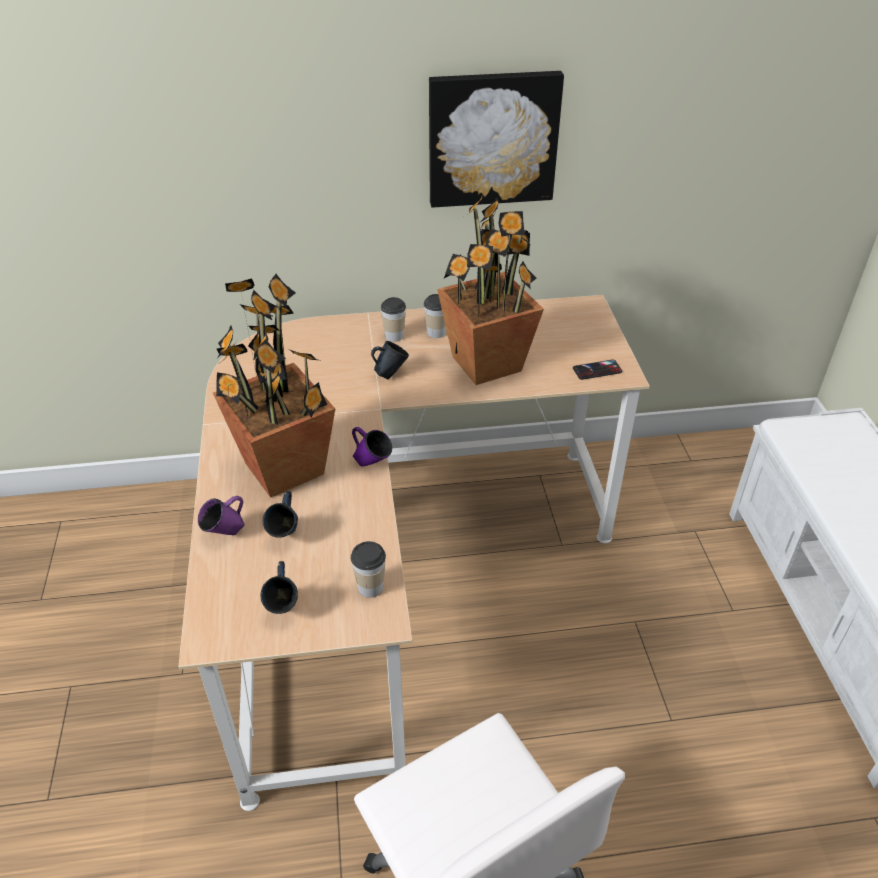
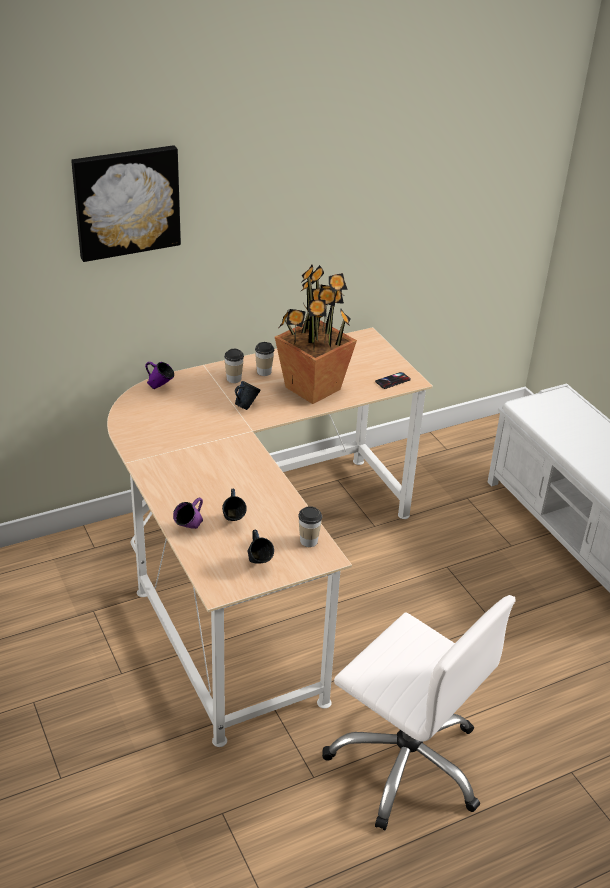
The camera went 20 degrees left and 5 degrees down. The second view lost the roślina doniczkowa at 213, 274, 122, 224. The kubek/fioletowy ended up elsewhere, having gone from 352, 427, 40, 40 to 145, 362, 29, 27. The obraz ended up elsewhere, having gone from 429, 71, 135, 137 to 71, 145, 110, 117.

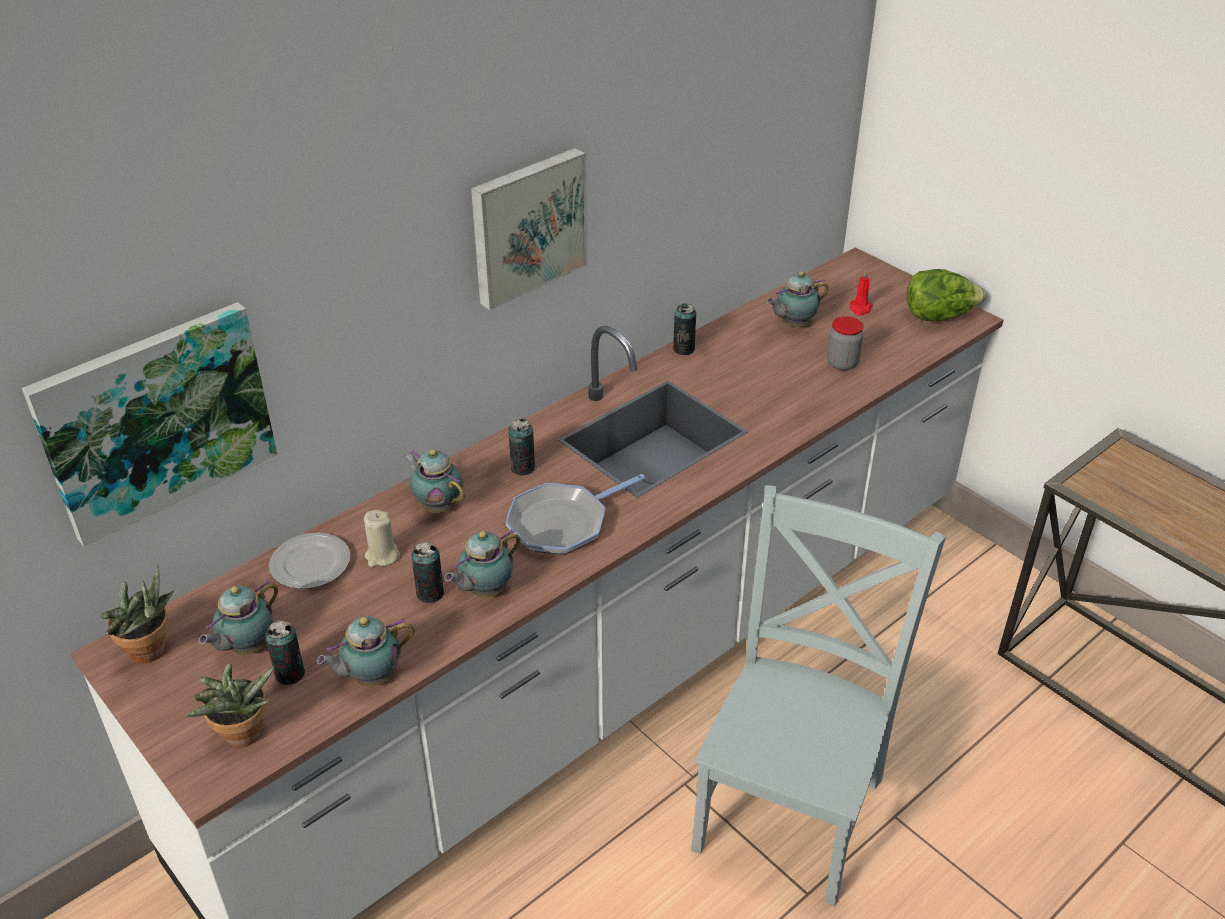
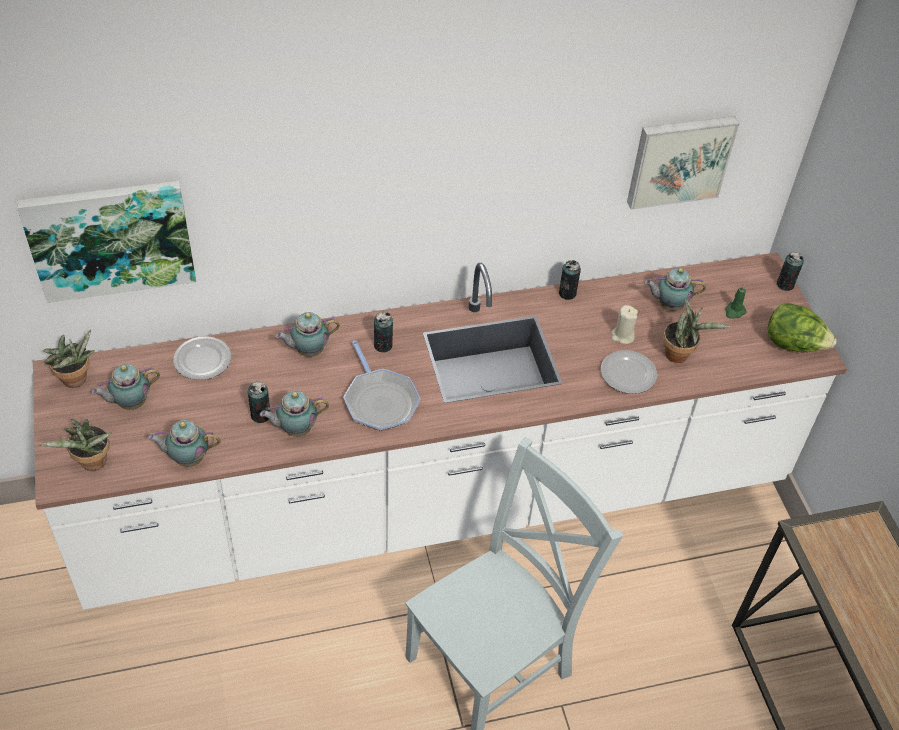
The camera went 25 degrees right and 10 degrees up. The puszka ended up elsewhere, having gone from 265, 620, 40, 65 to 777, 252, 27, 39. The świeca/beżowy ended up elsewhere, having gone from 364, 510, 36, 57 to 611, 305, 27, 39. The imbryk at 404, 449, 61, 64 ended up facing another way, 90 degrees counterclockwise from before. The obraz ended up elsewhere, having gone from 471, 148, 116, 162 to 627, 116, 113, 94. The patelnia at 506, 474, 139, 81 ended up facing another way, 105 degrees counterclockwise from before. Where the słoik stood at 827, 316, 37, 54, the roślina doniczkowa came to stand at 663, 298, 67, 65. What was the świeca/czerwony at 850, 270, 23, 46 turned into the świeca/zielony at 725, 285, 21, 34. The second view gained the talerz at 601, 350, 56, 44.

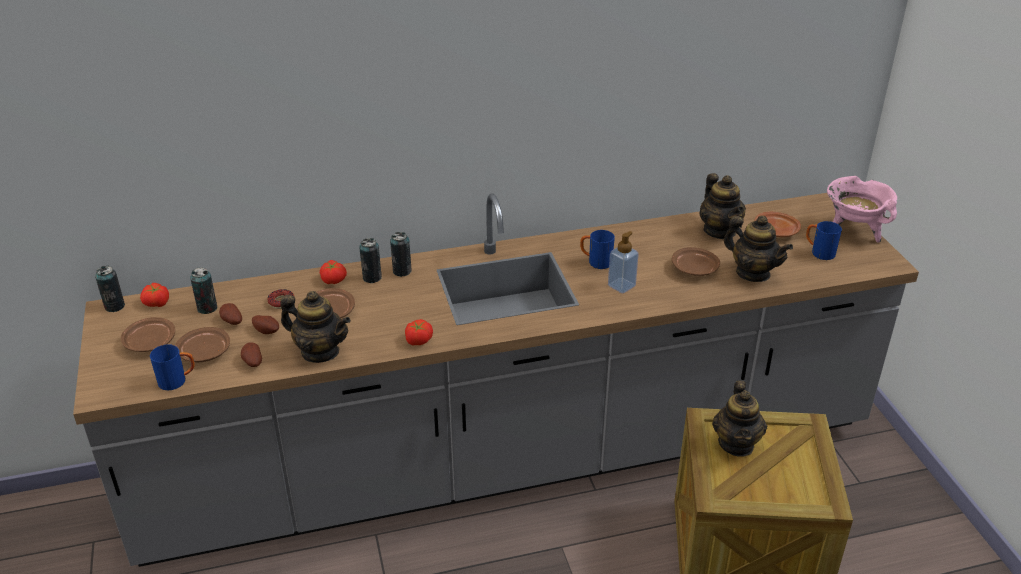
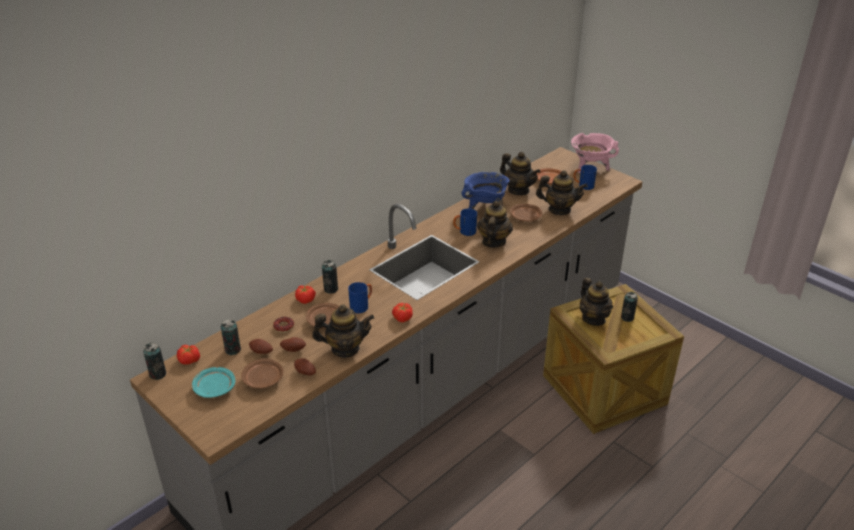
The camera went 30 degrees left and 0 degrees up. What was the talerz/brązowy at 121, 317, 54, 35 turned into the talerz/turkusowy at 192, 367, 43, 31. The kubek/niebieski ended up elsewhere, having gone from 150, 344, 45, 46 to 348, 282, 24, 31. The puszka ended up elsewhere, having gone from 390, 232, 22, 45 to 621, 292, 17, 30. Where the dozownik mydła stood at 608, 231, 31, 63, the imbryk came to stand at 477, 200, 36, 48. The second view gained the garnek/niebieski at 462, 172, 48, 37.

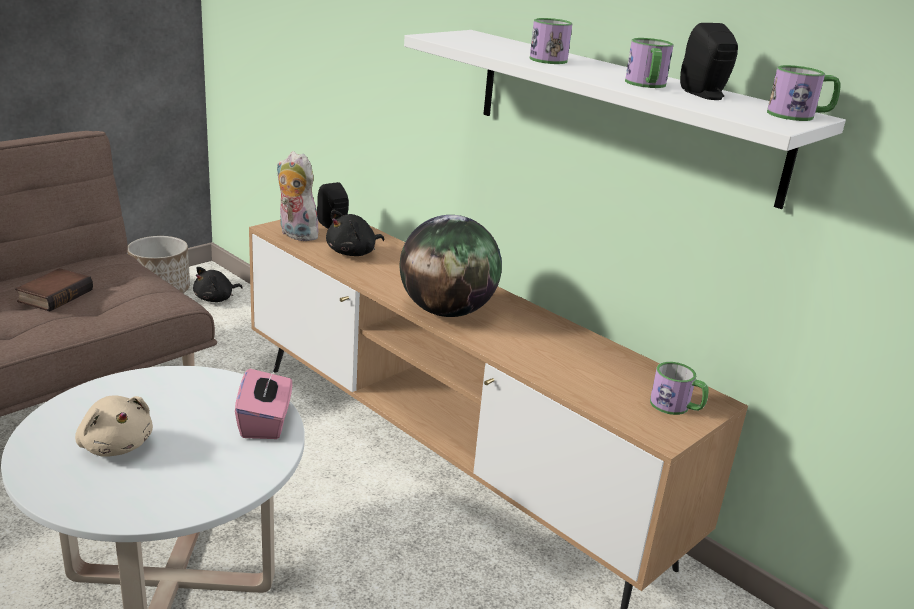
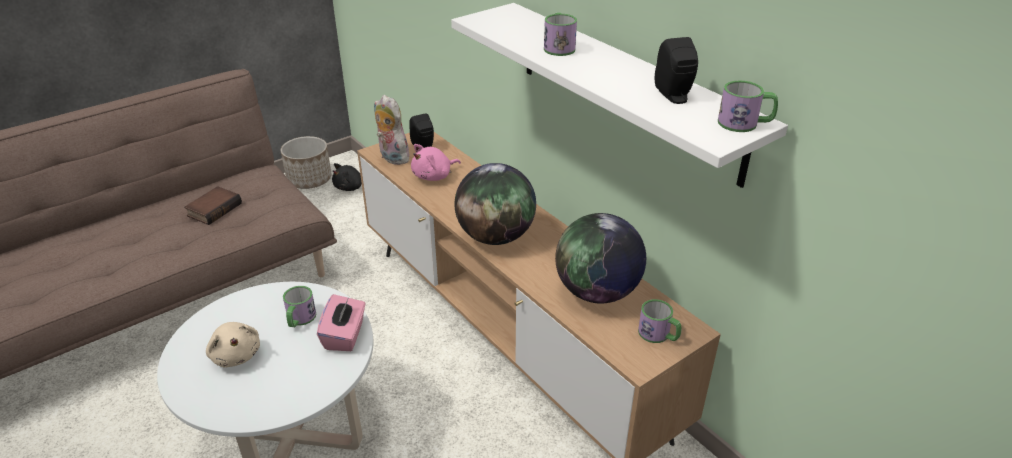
The camera went 10 degrees right and 10 degrees up. What was the pluszak/czarny at 326, 210, 59, 46 turned into the pluszak/różowy at 411, 144, 50, 37. The kubek ended up elsewhere, having gone from 625, 38, 48, 50 to 283, 286, 33, 41. The second view gained the globus at 555, 213, 91, 91.

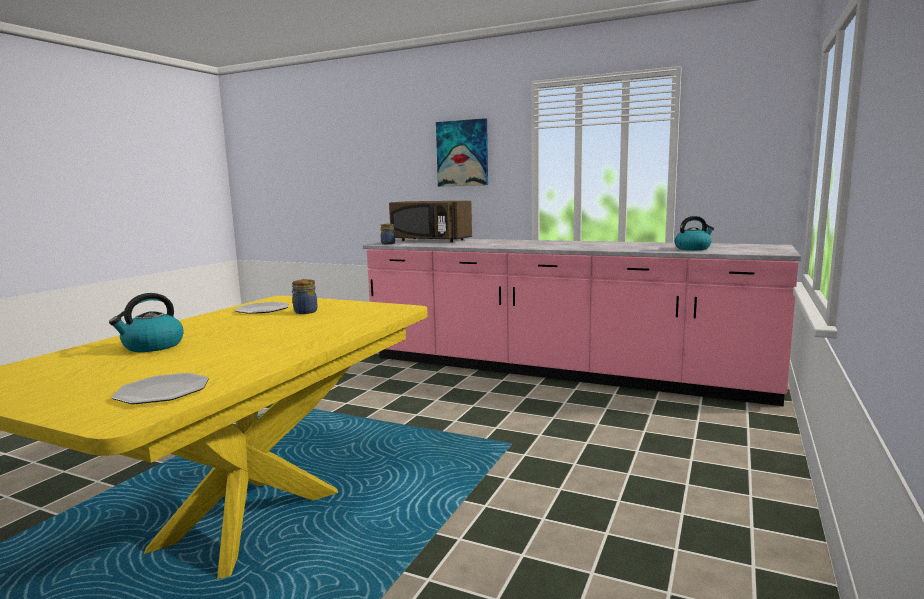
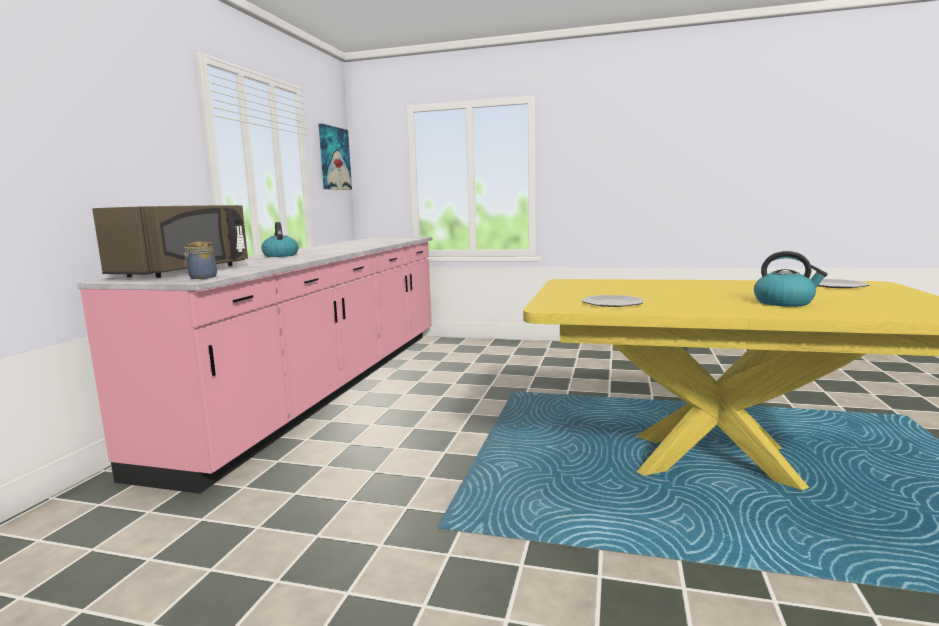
The camera went 100 degrees left and 0 degrees up. The second view lost the słoik at 291, 279, 27, 35. The obraz ended up elsewhere, having gone from 436, 118, 52, 69 to 319, 124, 33, 66. The czajnik ended up elsewhere, having gone from 675, 216, 39, 34 to 261, 222, 37, 35.

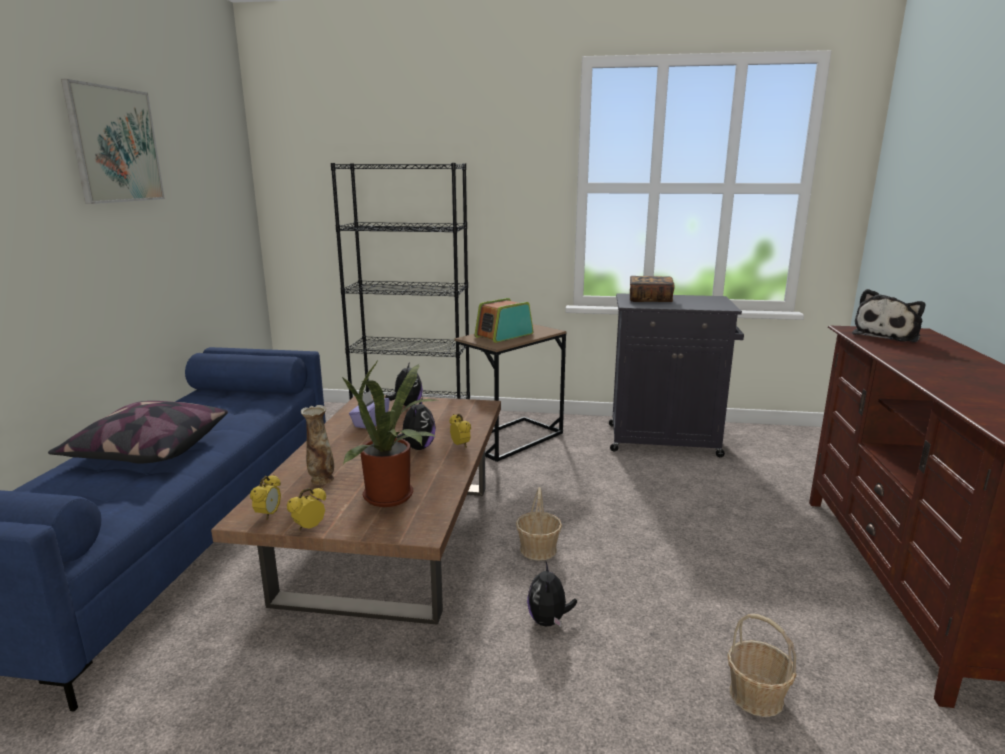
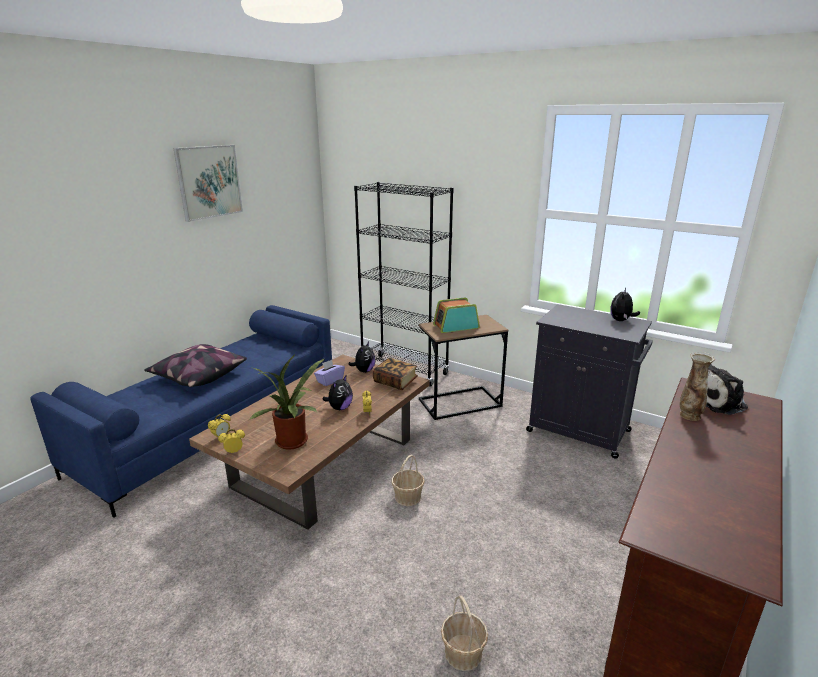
The camera went 25 degrees right and 5 degrees up. The wazon ended up elsewhere, having gone from 301, 405, 33, 80 to 679, 352, 36, 69. The pluszak ended up elsewhere, having gone from 527, 560, 50, 67 to 610, 288, 30, 33. The książka ended up elsewhere, having gone from 630, 276, 44, 26 to 373, 358, 45, 32.

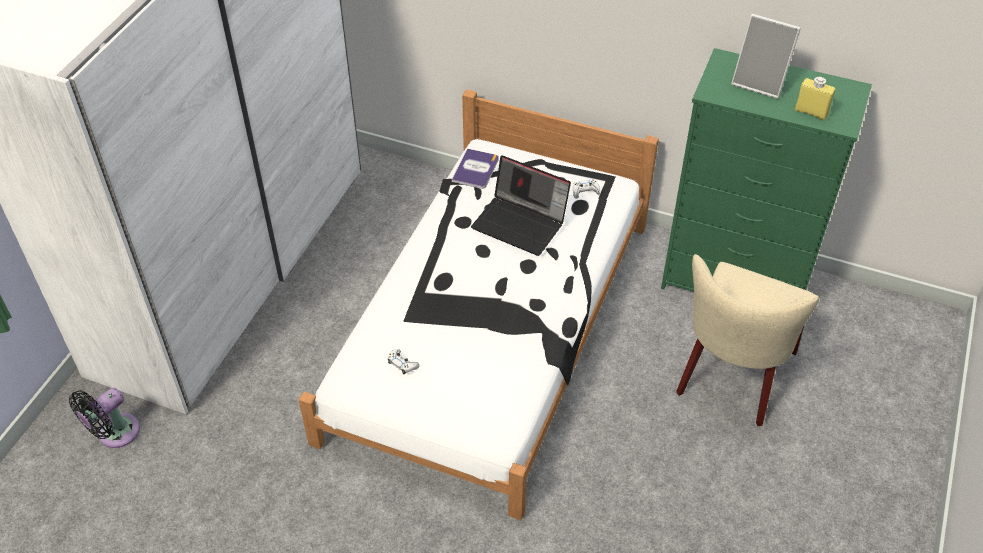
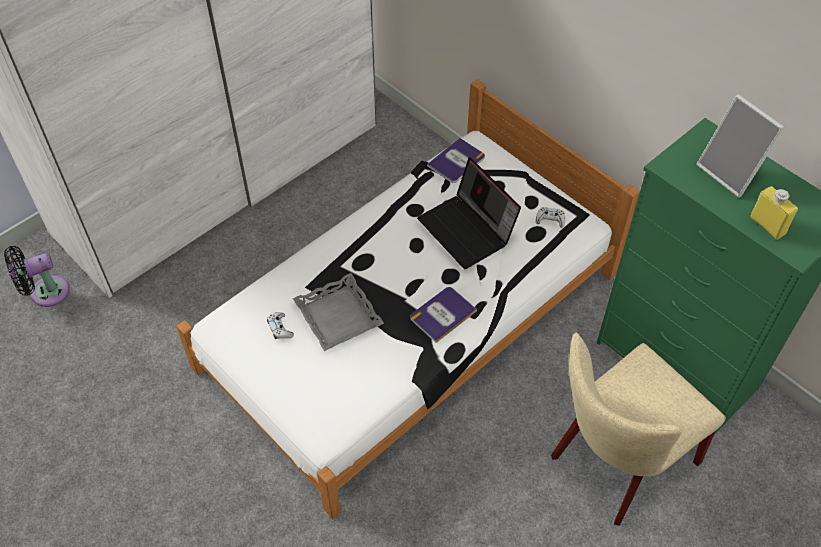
The camera went 25 degrees right and 5 degrees up. The second view gained the taca/szary at 293, 273, 91, 78. The second view gained the książka at 410, 287, 67, 56.

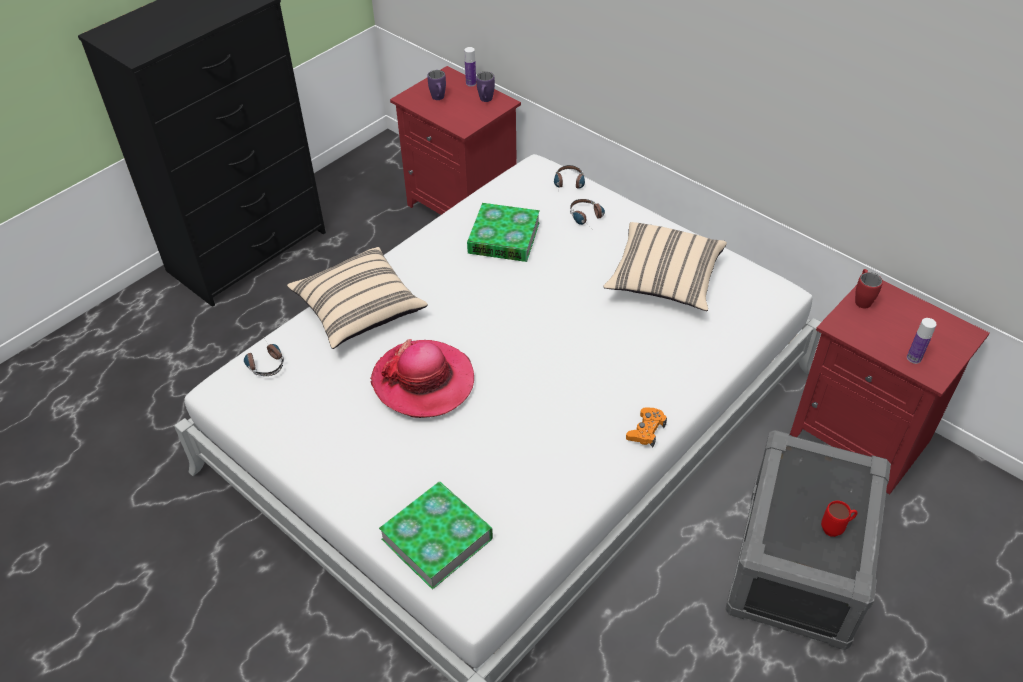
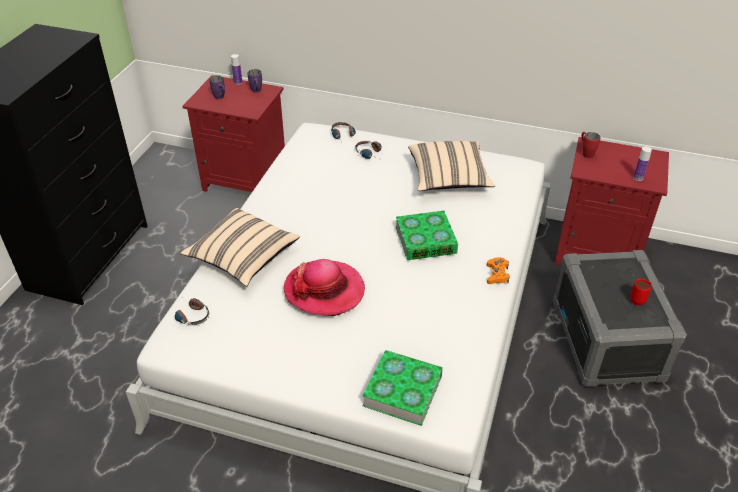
The camera went 25 degrees left and 5 degrees down. The książka ended up elsewhere, having gone from 467, 203, 73, 59 to 396, 211, 62, 49.

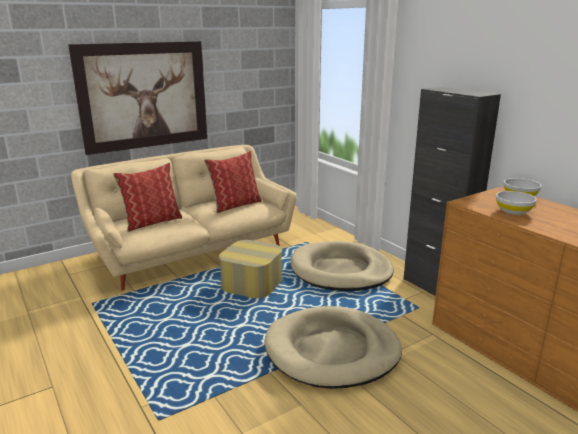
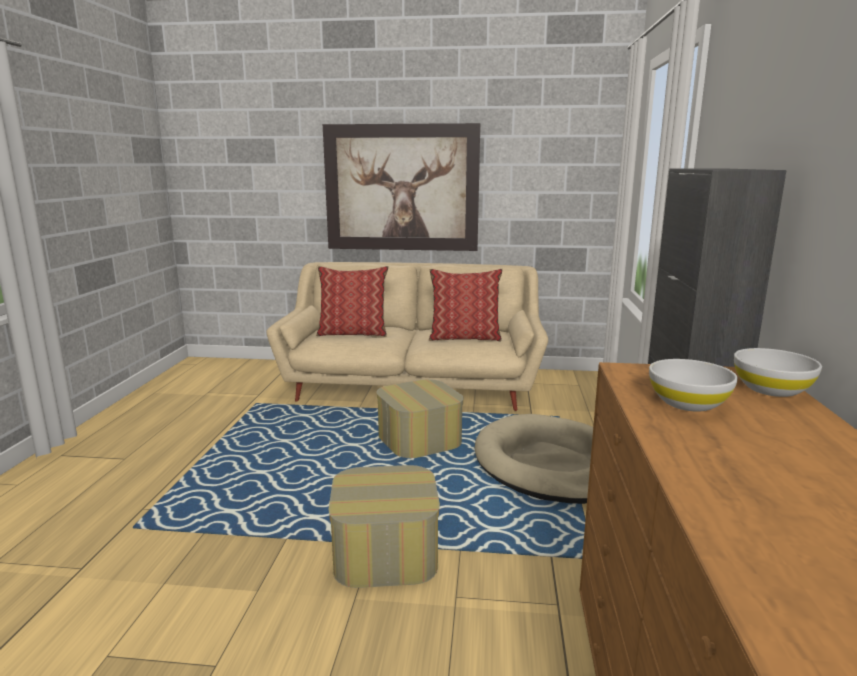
The camera went 40 degrees right and 5 degrees down. Where the legowisko/beżowy stood at 264, 306, 138, 83, the pufa came to stand at 329, 465, 111, 123.

